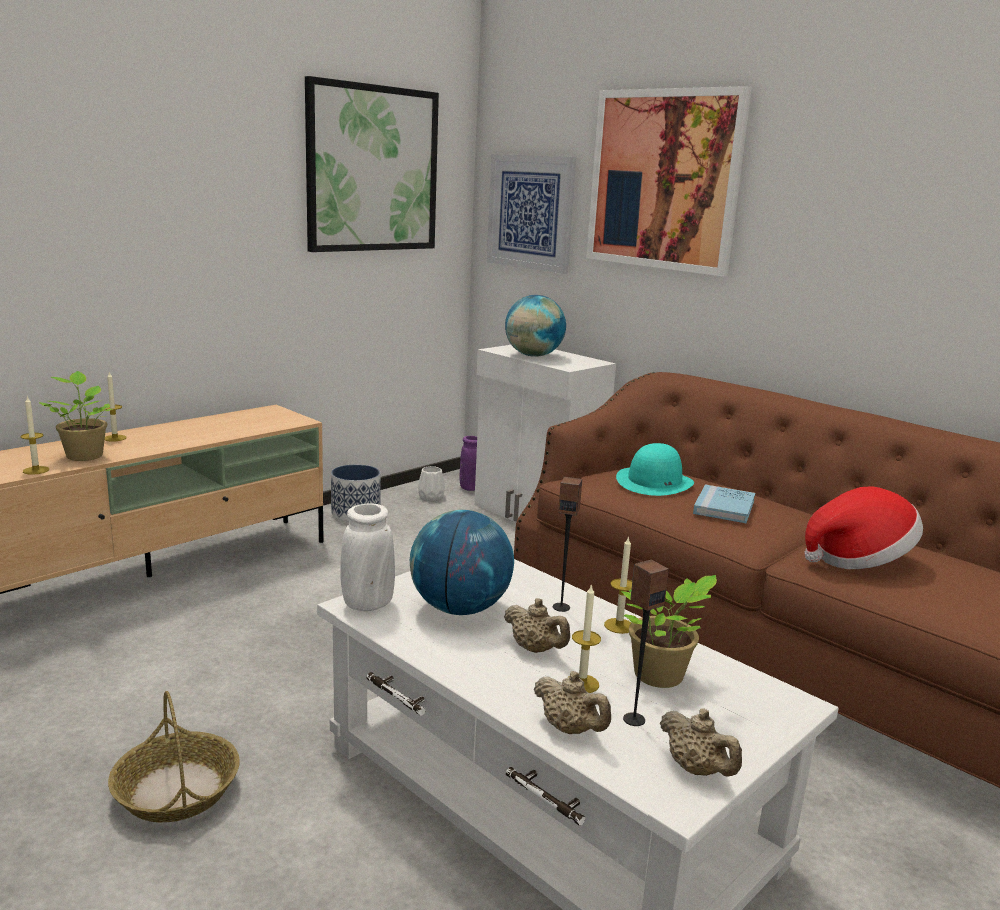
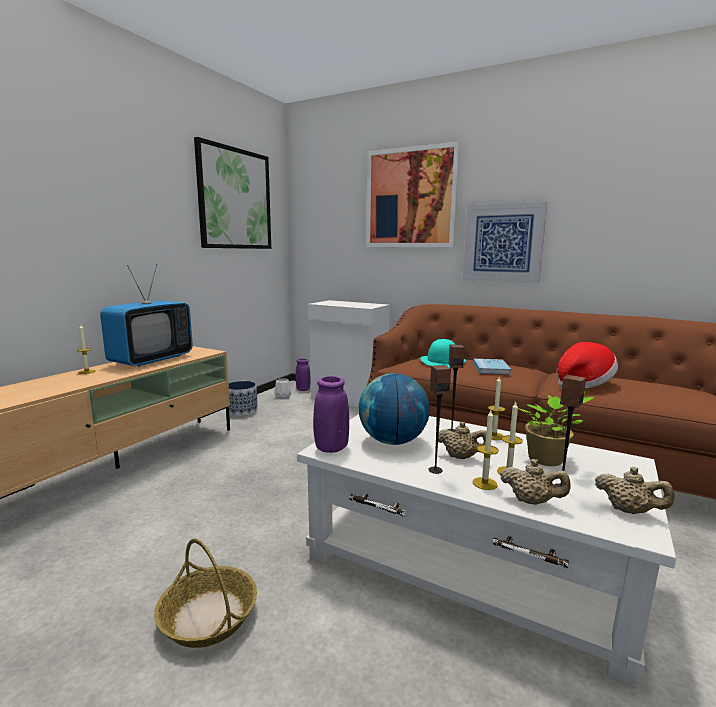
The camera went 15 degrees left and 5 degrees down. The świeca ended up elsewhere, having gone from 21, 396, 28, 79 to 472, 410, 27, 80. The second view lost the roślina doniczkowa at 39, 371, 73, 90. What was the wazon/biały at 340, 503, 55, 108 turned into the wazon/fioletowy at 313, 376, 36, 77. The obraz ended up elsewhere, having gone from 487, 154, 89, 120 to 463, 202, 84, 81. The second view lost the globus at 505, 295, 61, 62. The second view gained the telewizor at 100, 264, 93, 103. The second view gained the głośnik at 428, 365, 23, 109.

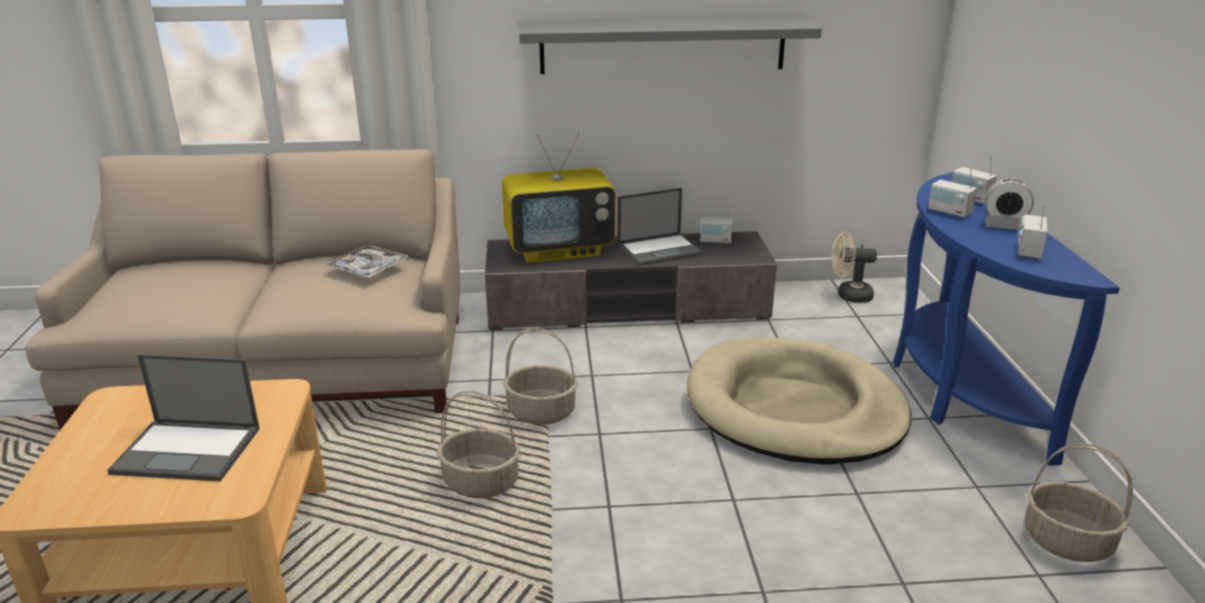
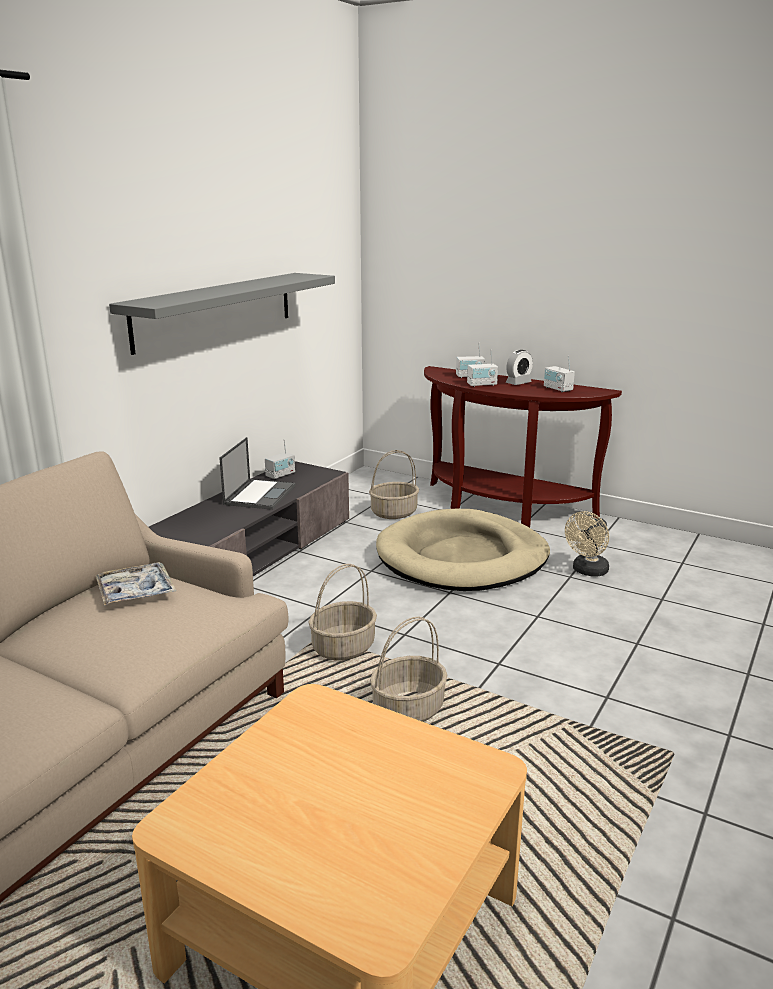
The camera went 55 degrees left and 5 degrees down. The second view lost the laptop at 107, 354, 153, 128. The second view lost the telewizor at 502, 133, 114, 130. The wentylator/beżowy ended up elsewhere, having gone from 832, 232, 45, 70 to 565, 511, 44, 66. What was the stolik konsolowy/niebieski at 893, 172, 227, 294 turned into the stolik konsolowy/brązowy at 424, 366, 198, 162. The koszyk ended up elsewhere, having gone from 1025, 443, 108, 119 to 369, 450, 50, 69.

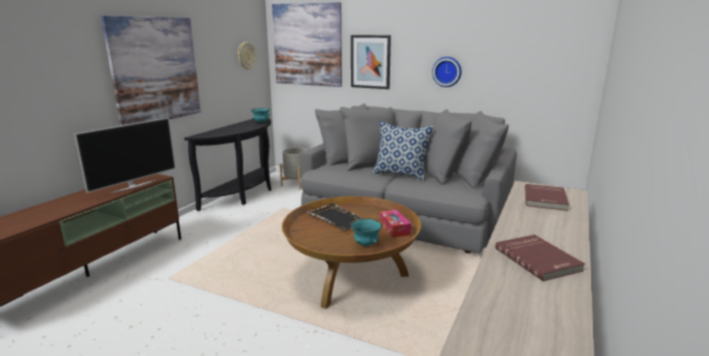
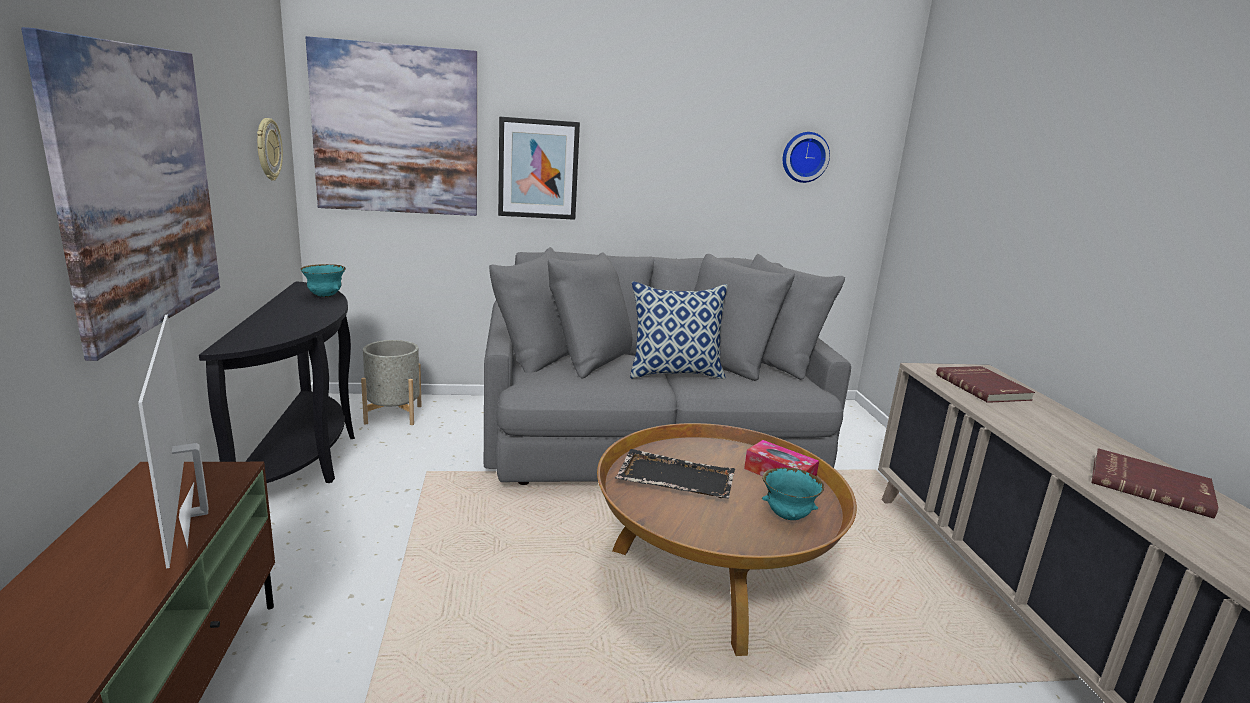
The camera went 35 degrees left and 0 degrees up. The telewizor at 74, 118, 102, 75 ended up facing another way, 150 degrees clockwise from before. The zegar ścienny ended up elsewhere, having gone from 432, 57, 29, 30 to 783, 132, 47, 51.

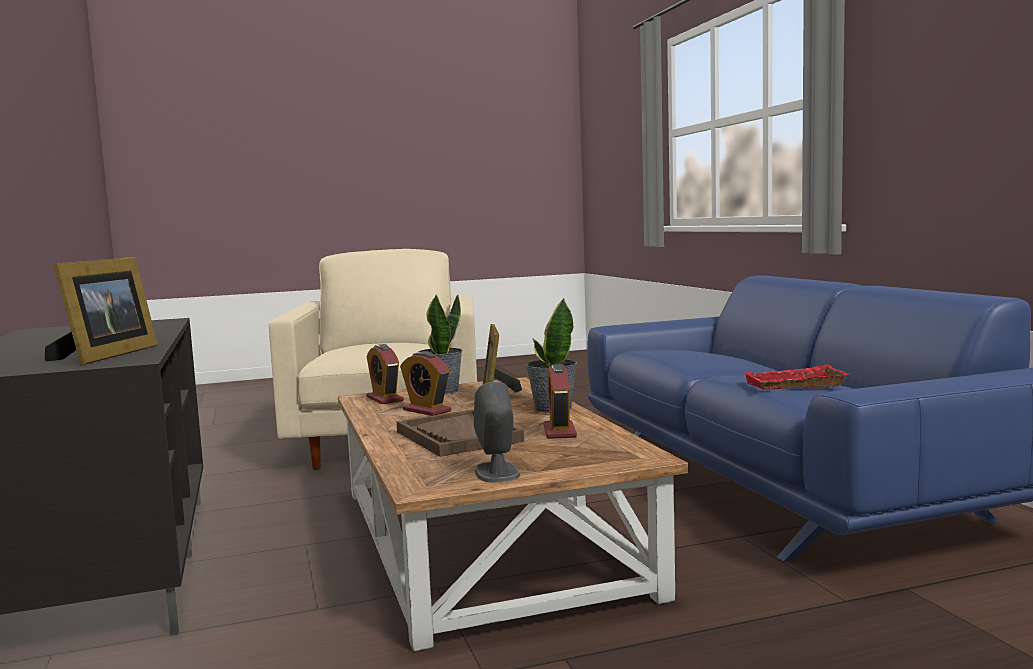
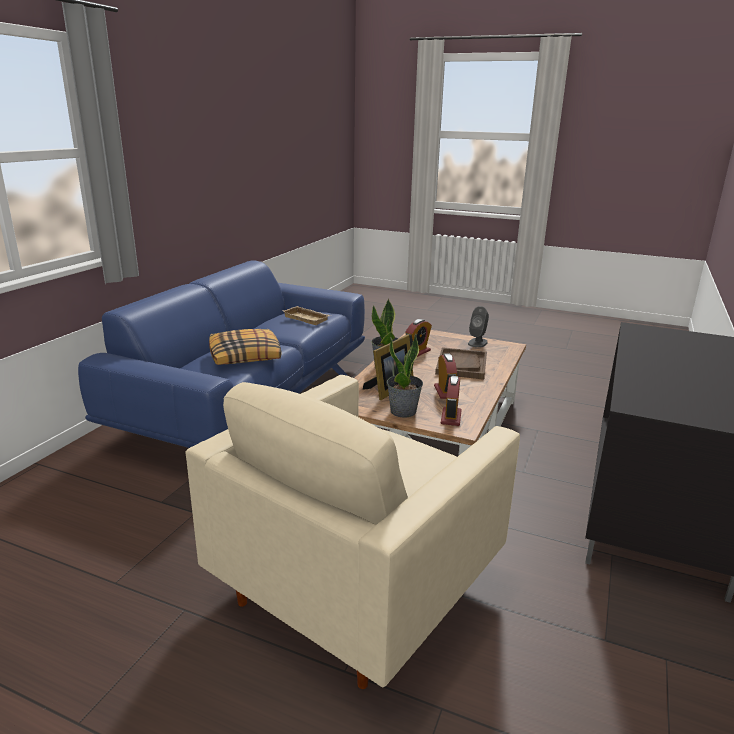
The camera went 140 degrees left and 15 degrees up. The second view lost the ramka na zdjęcie at 45, 257, 113, 108. What was the taca/czerwony at 744, 364, 105, 25 turned into the taca/beżowy at 282, 306, 49, 19. The second view gained the poduszka at 209, 329, 73, 36.

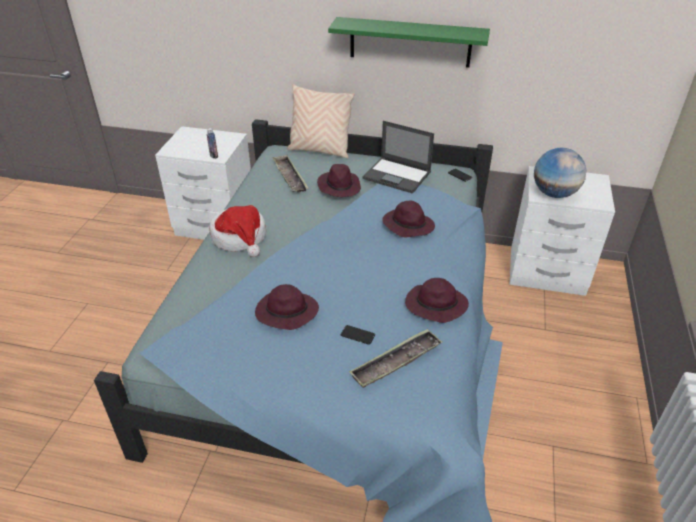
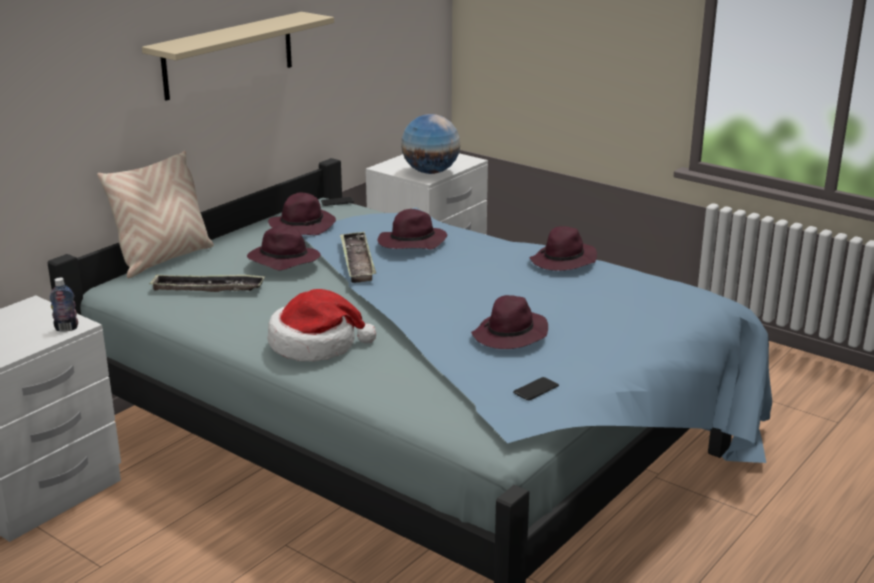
The camera went 65 degrees left and 15 degrees down. What was the półka/zielony at 328, 17, 162, 51 turned into the półka/beżowy at 142, 12, 192, 88. The telefon ended up elsewhere, having gone from 341, 325, 34, 20 to 513, 377, 46, 23. The taca ended up elsewhere, having gone from 349, 329, 94, 59 to 340, 232, 36, 51. Where the laptop stood at 363, 121, 71, 73, the kapelusz/fioletowy came to stand at 268, 192, 68, 43.

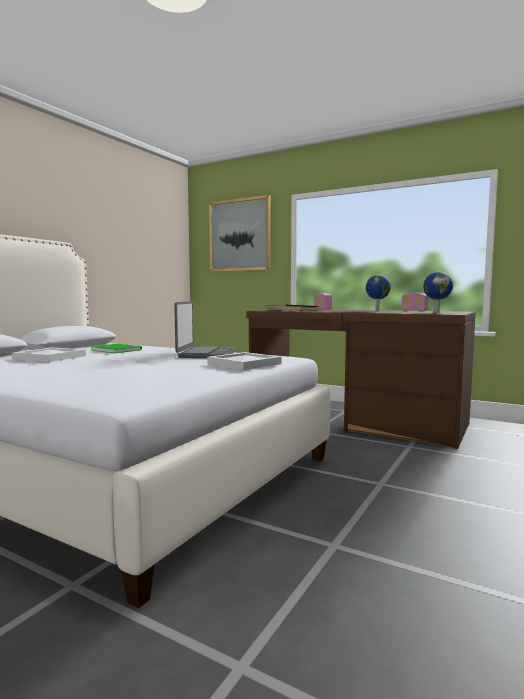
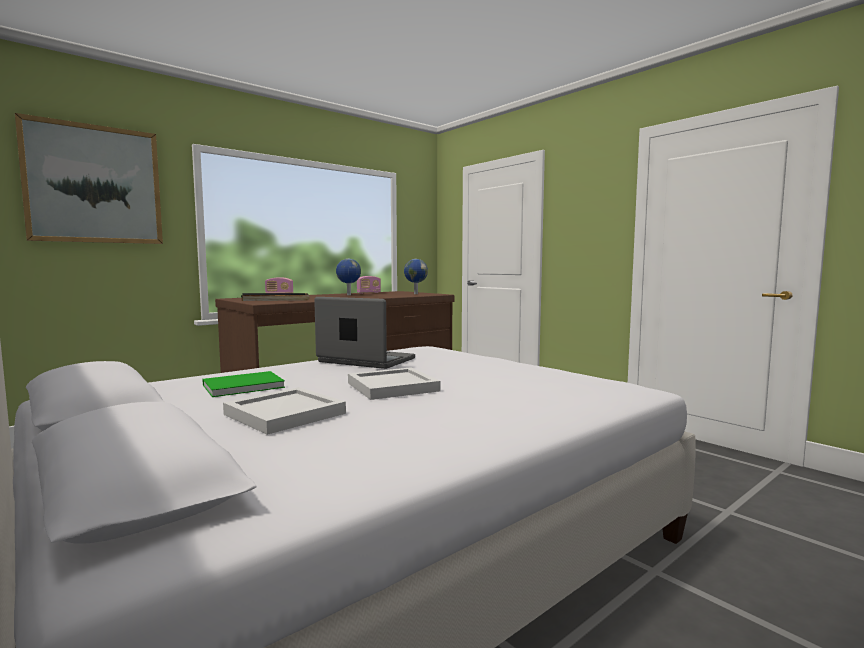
The camera went 70 degrees left and 0 degrees up. The taca/biały ended up elsewhere, having gone from 207, 352, 74, 18 to 348, 367, 92, 33.

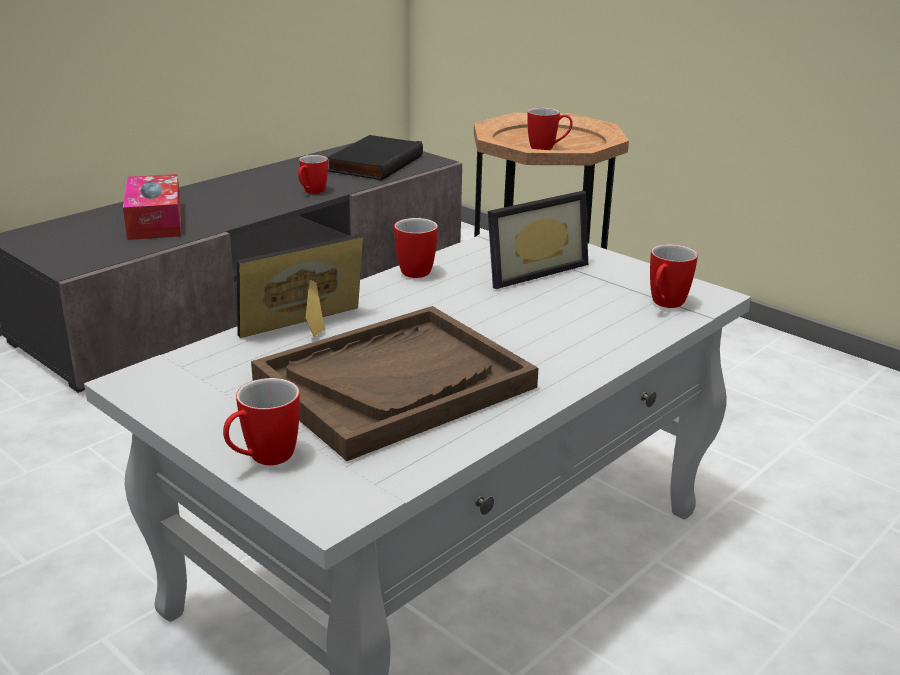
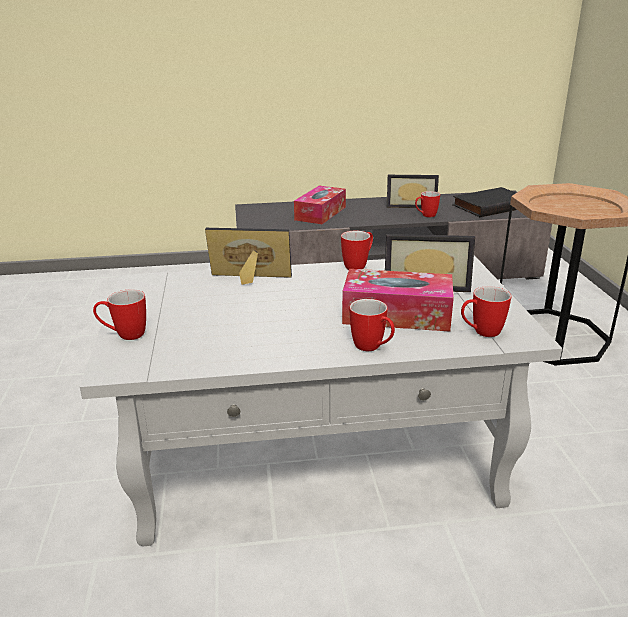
The camera went 40 degrees right and 0 degrees up. The second view lost the taca/brązowy at 251, 306, 288, 155. The kubek ended up elsewhere, having gone from 527, 107, 46, 43 to 349, 299, 46, 52. The second view gained the pudełko chusteczek at 342, 269, 112, 63. The second view gained the ramka na zdjęcie at 387, 175, 52, 33.

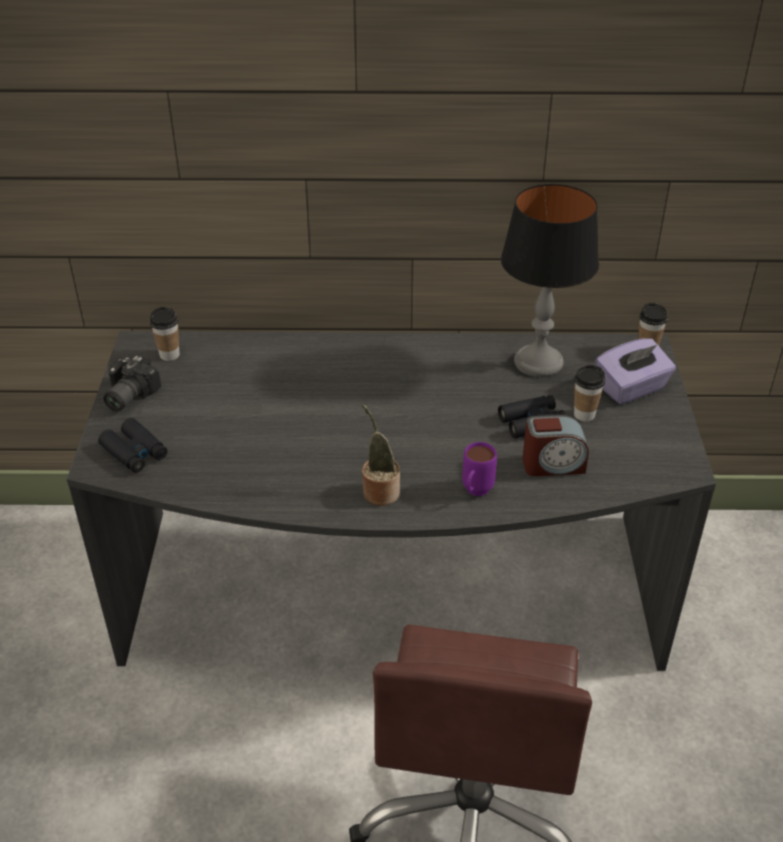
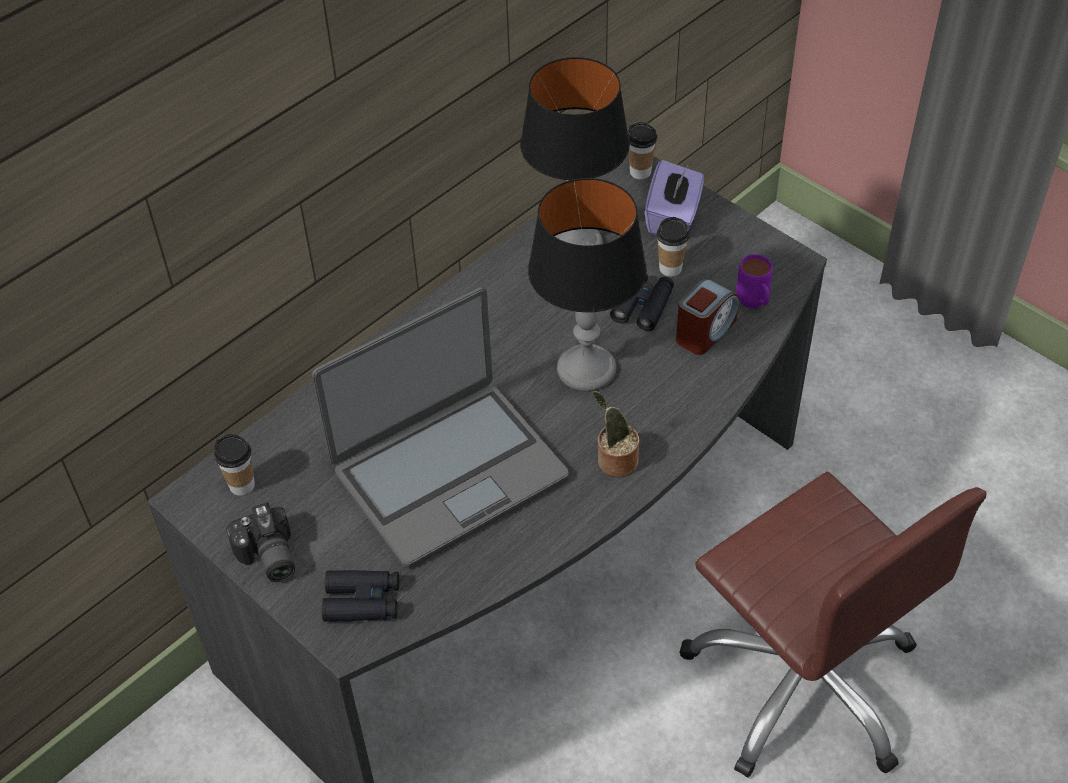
The camera went 45 degrees left and 10 degrees up. The kubek/fioletowy ended up elsewhere, having gone from 462, 442, 35, 54 to 736, 254, 37, 54. The second view gained the laptop at 312, 287, 257, 282. The second view gained the lampa stołowa at 528, 178, 119, 214.

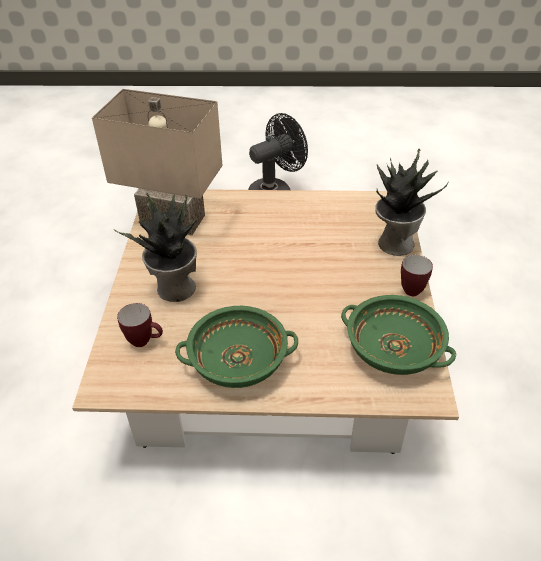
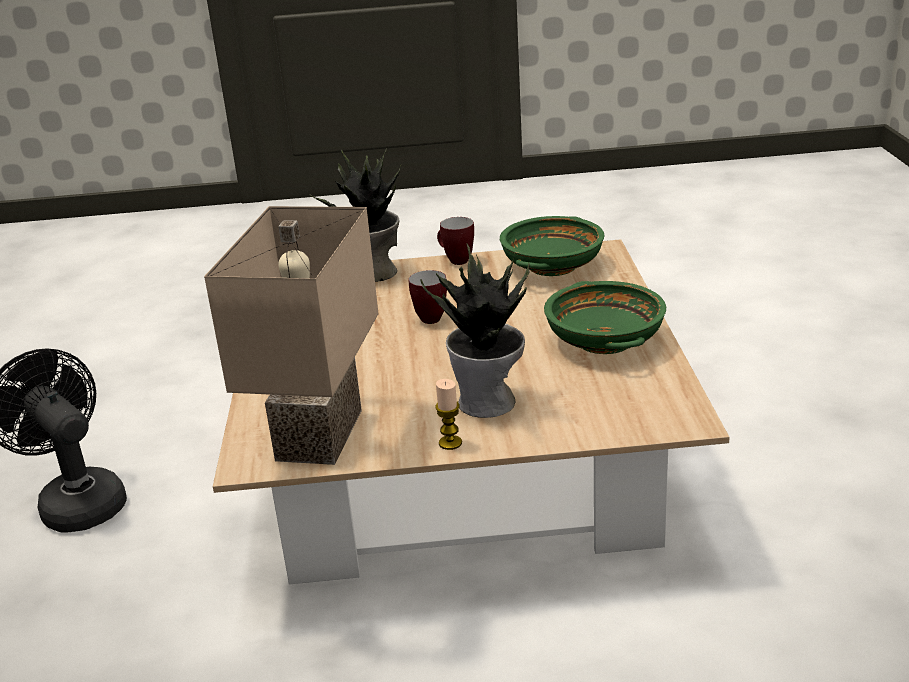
The camera went 95 degrees left and 15 degrees down. The kubek ended up elsewhere, having gone from 117, 303, 46, 44 to 409, 270, 38, 54. The second view gained the świeca at 435, 379, 27, 71.

